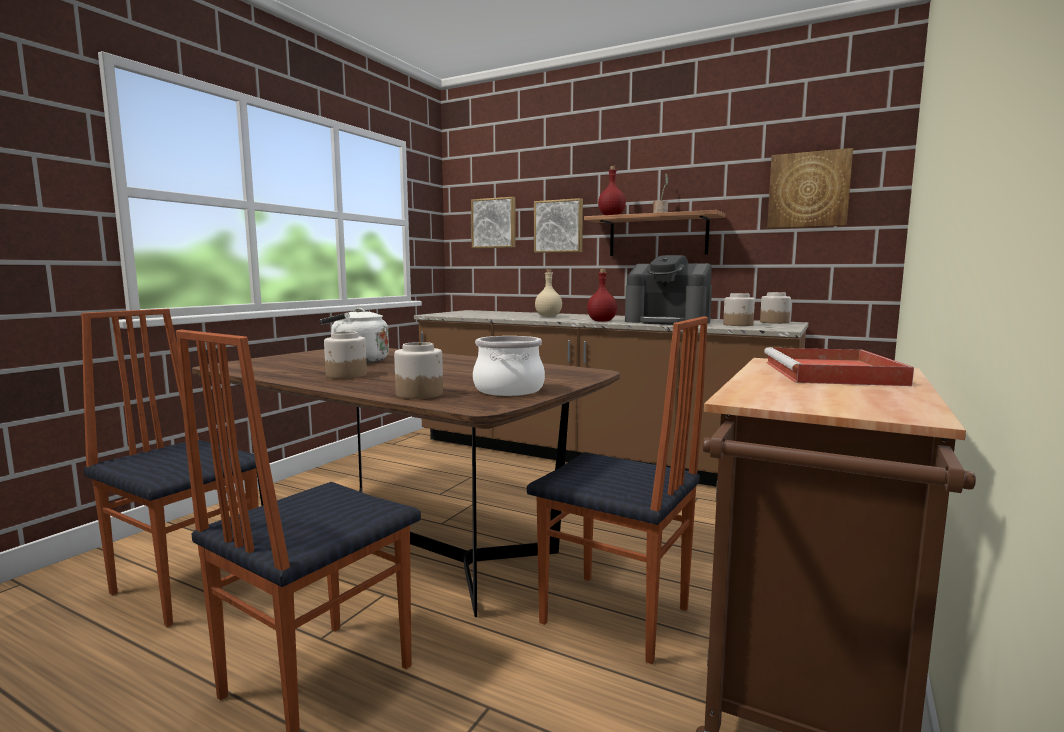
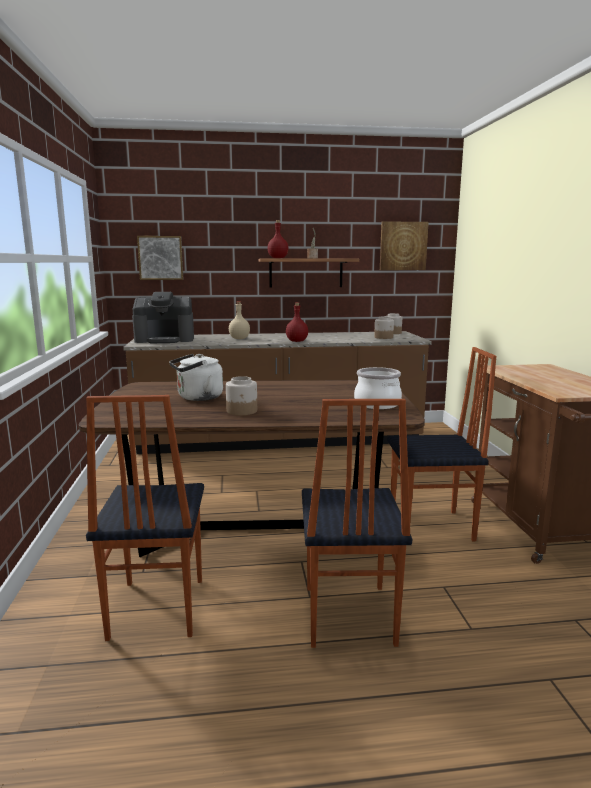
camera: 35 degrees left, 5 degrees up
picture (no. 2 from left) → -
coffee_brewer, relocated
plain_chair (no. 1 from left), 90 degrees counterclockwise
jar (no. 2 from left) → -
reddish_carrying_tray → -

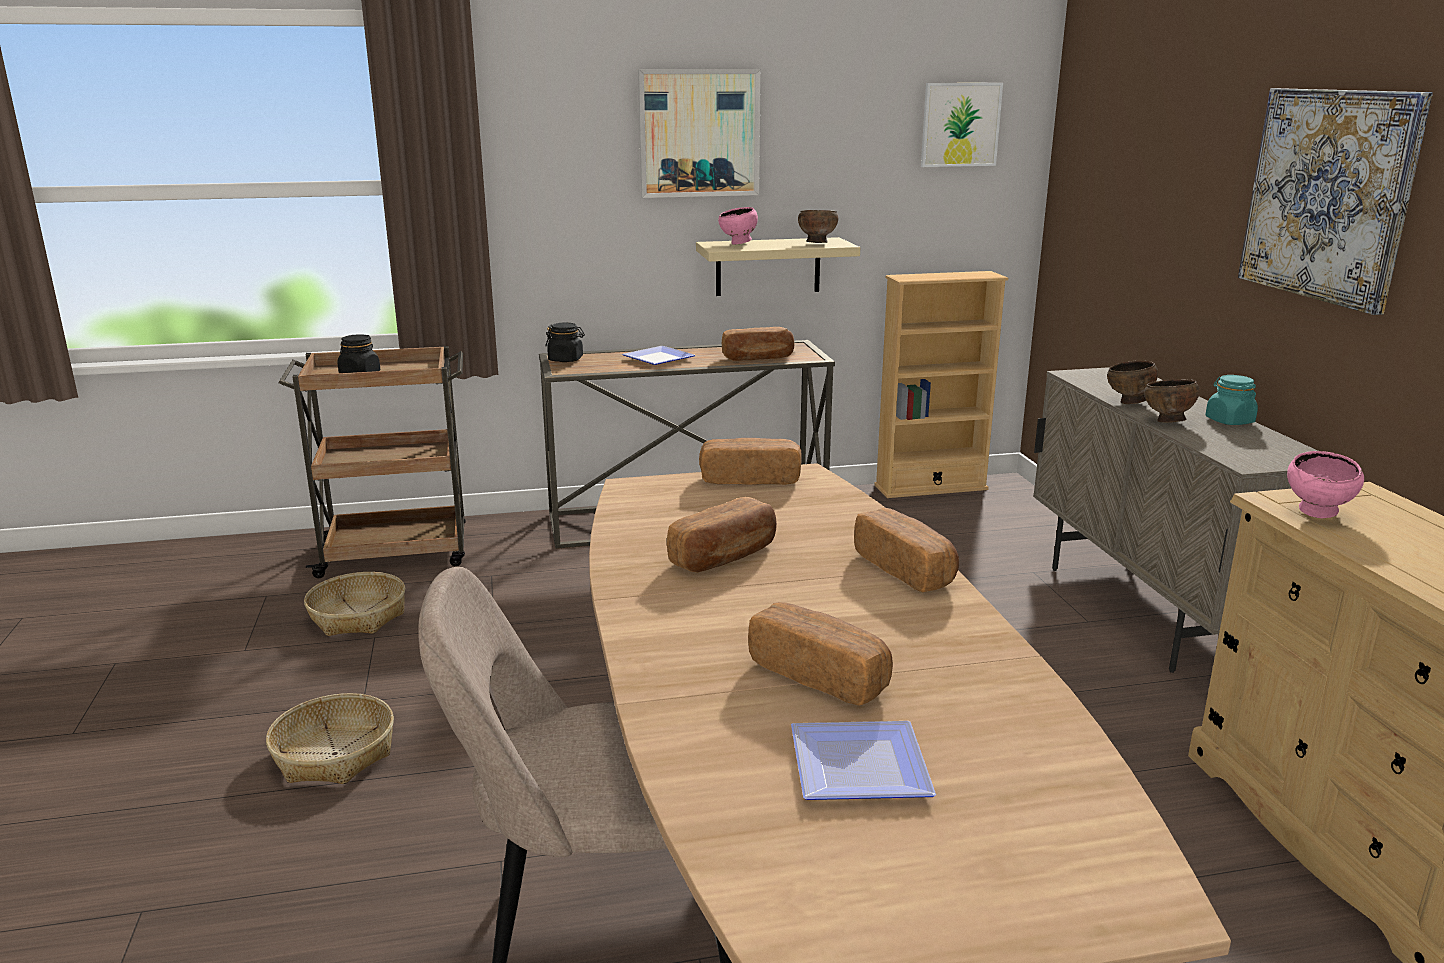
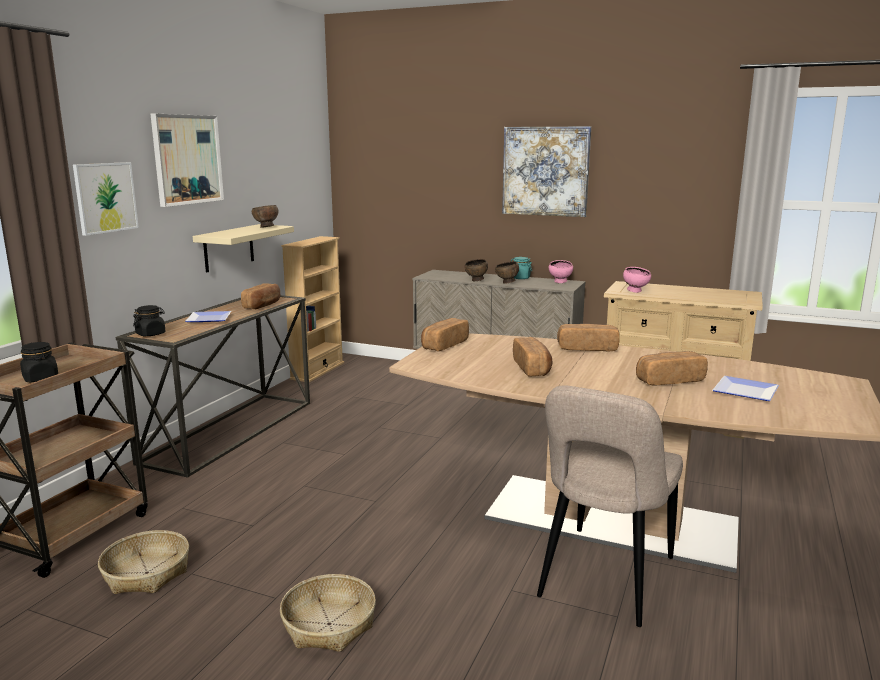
camera: 55 degrees left, 5 degrees down
picture (no. 2 from left in the first image) → picture (no. 1 from left), relocated
pinkish_deep_dish (no. 1 from left), relocated

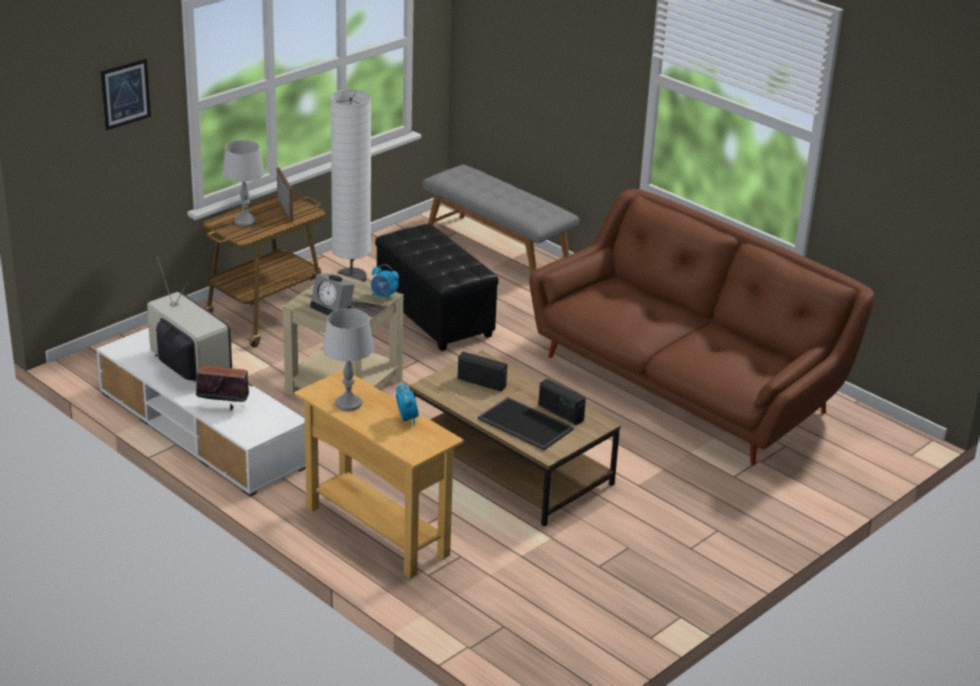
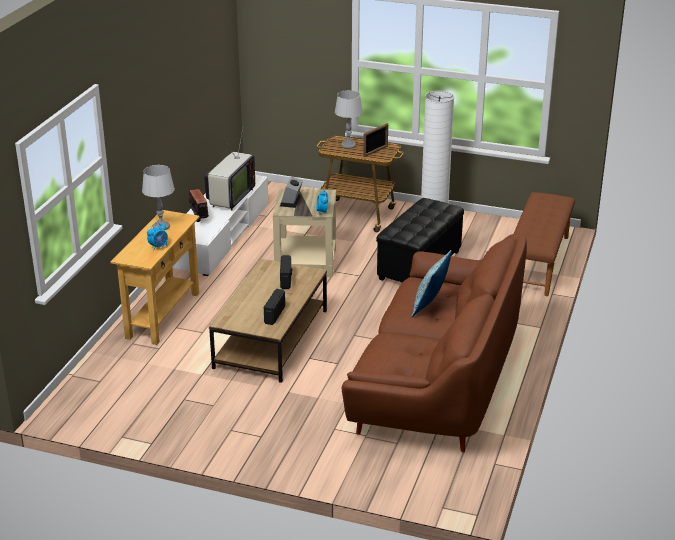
camera: 65 degrees right, 0 degrees up
picture → -
gray_bench → brown-coloured_bench
carrying_tray → -
- → pillow

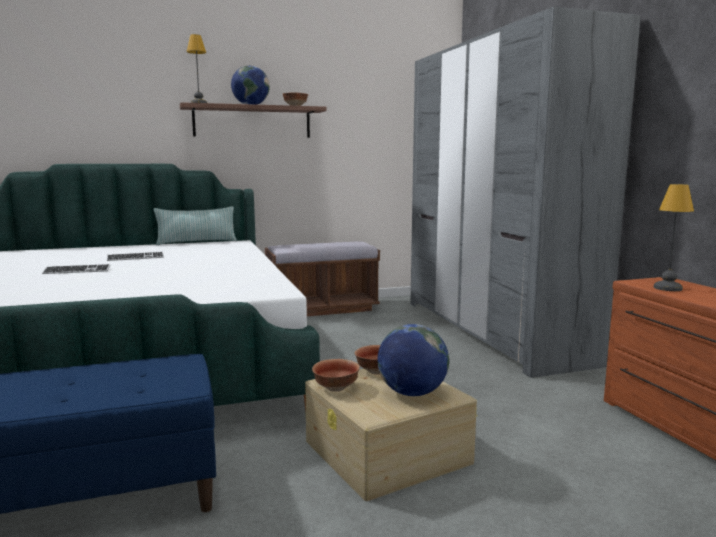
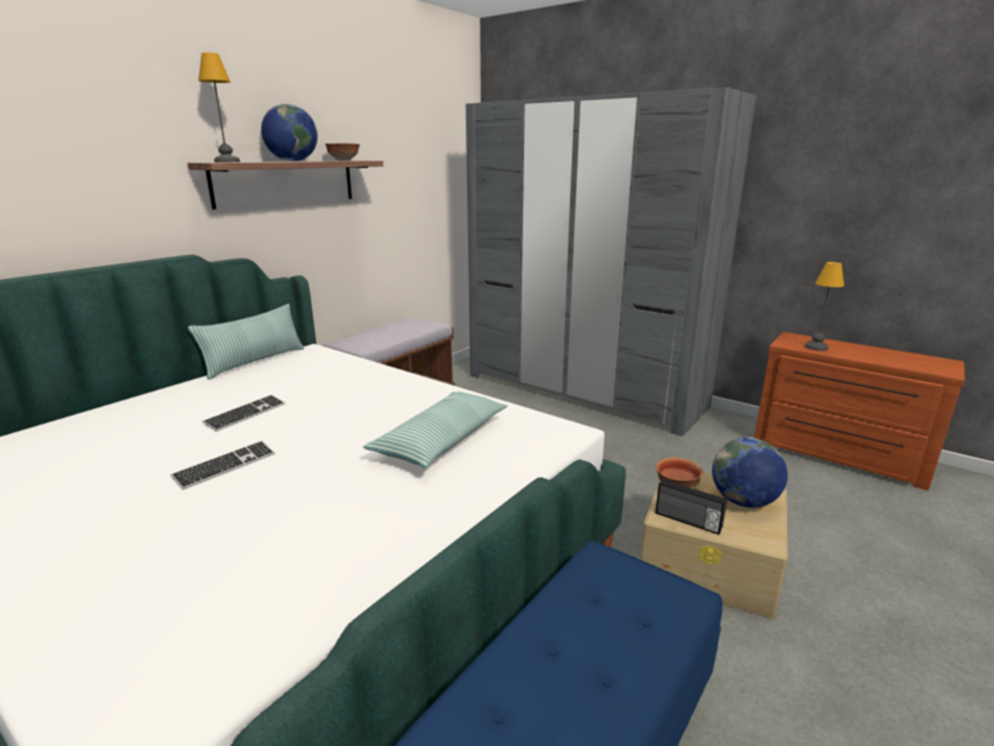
camera: 35 degrees left, 10 degrees up
deep_dish (no. 2 from left) → radio
- → pillow (no. 2 from left)

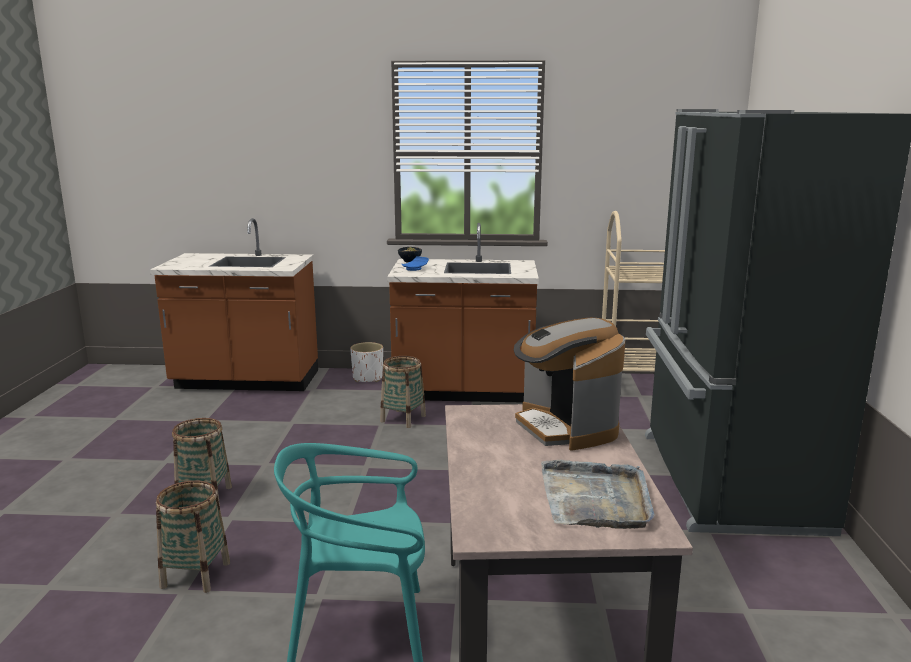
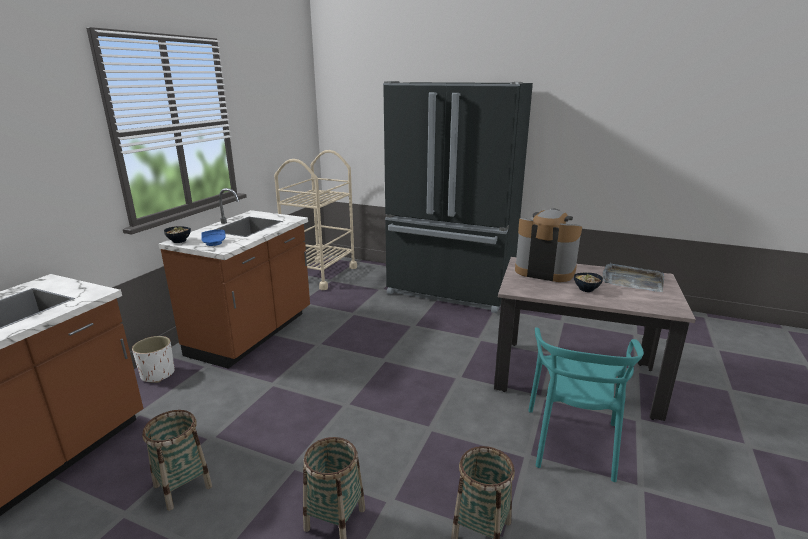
camera: 70 degrees left, 5 degrees up
coffee_brewer, 150 degrees counterclockwise
basket (no. 3 from left in the first image) → basket (no. 1 from left), relocated
- → deep_dish (no. 2 from left)

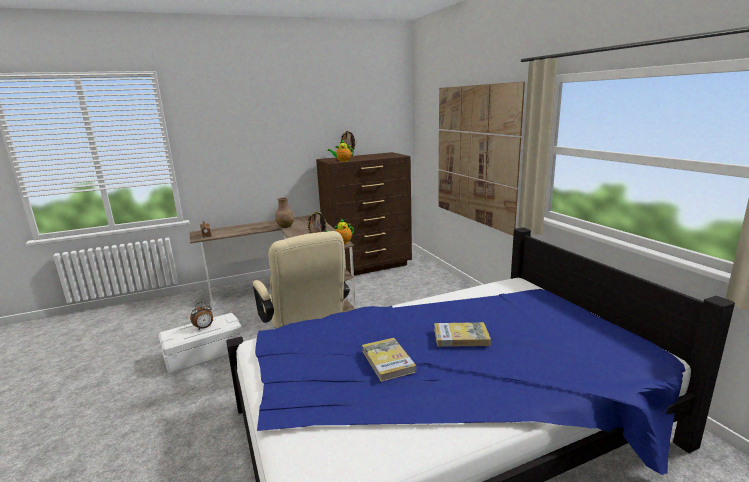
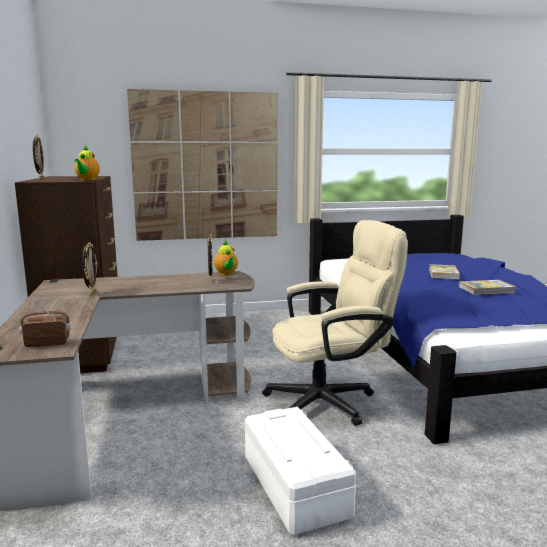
camera: 80 degrees left, 5 degrees down
brown-coloured_vase → picture_frame (no. 2 from left)
bedside_clock → -

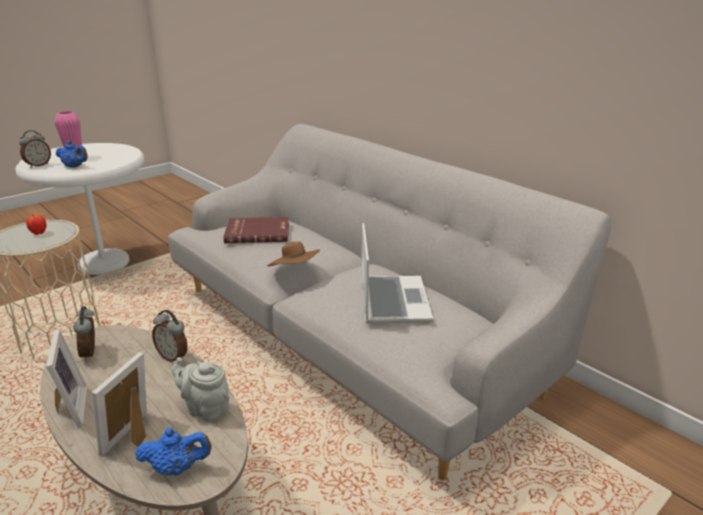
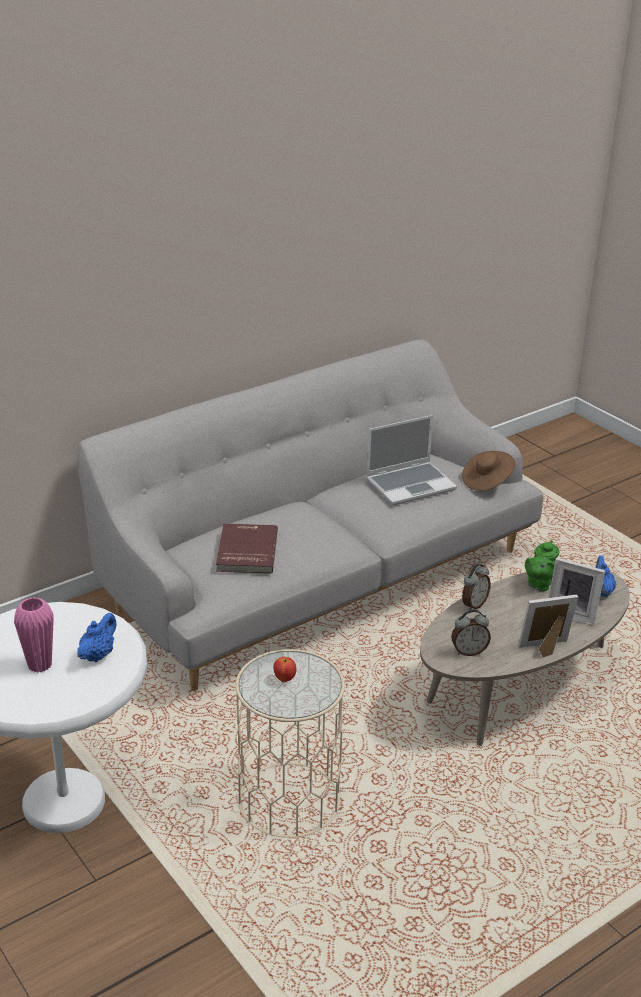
camera: 85 degrees left, 5 degrees up
bedside_clock (no. 1 from left) → -
laptop, 150 degrees clockwise
brown-coloured_wearable_hat, relocated
gray_teapot → green_teapot

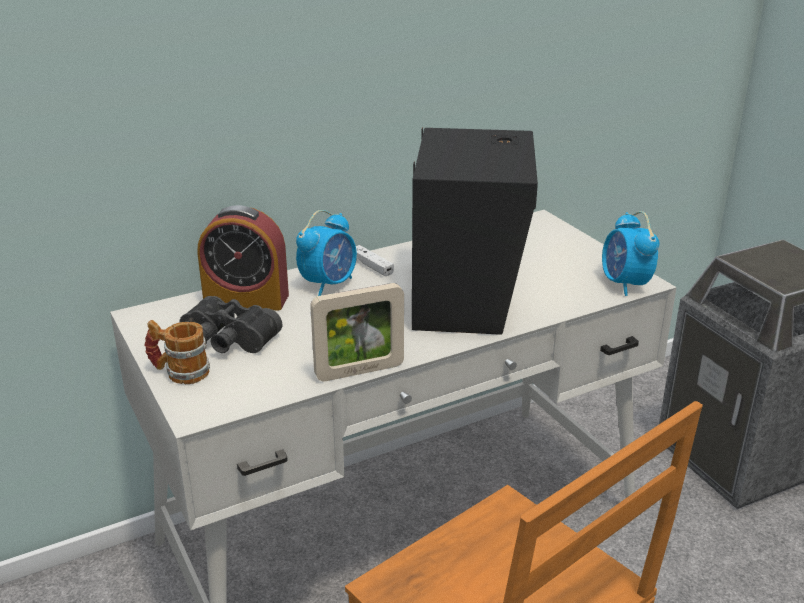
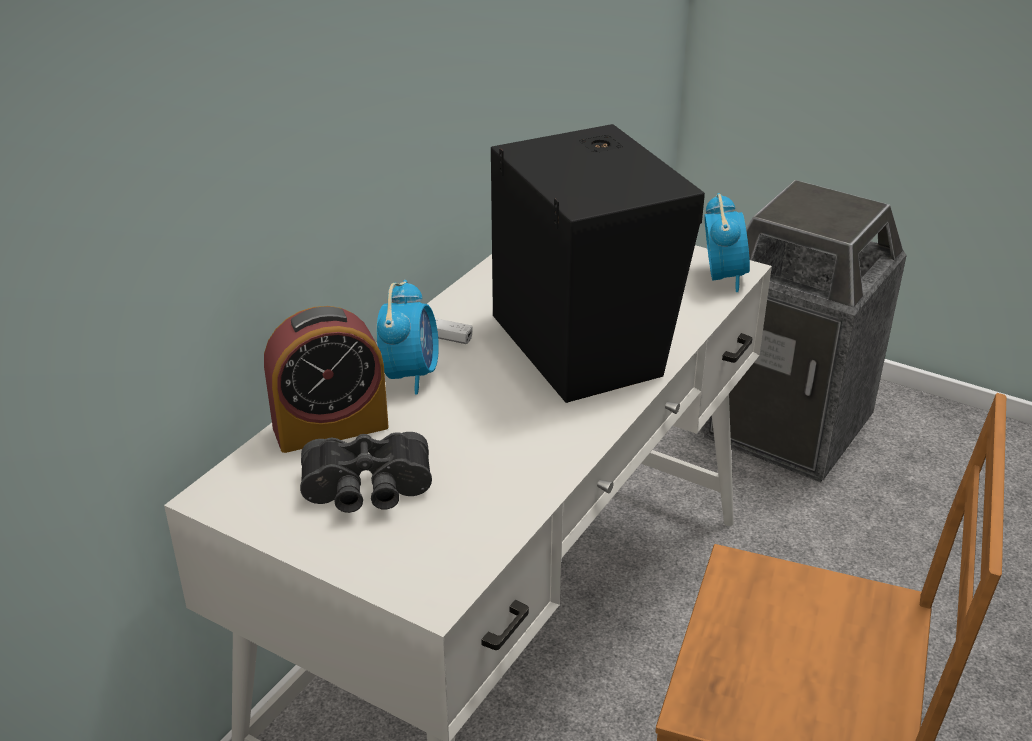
camera: 30 degrees left, 5 degrees up
bedside_clock (no. 3 from left), 135 degrees counterclockwise
picture_frame → -
coffee_mug → -

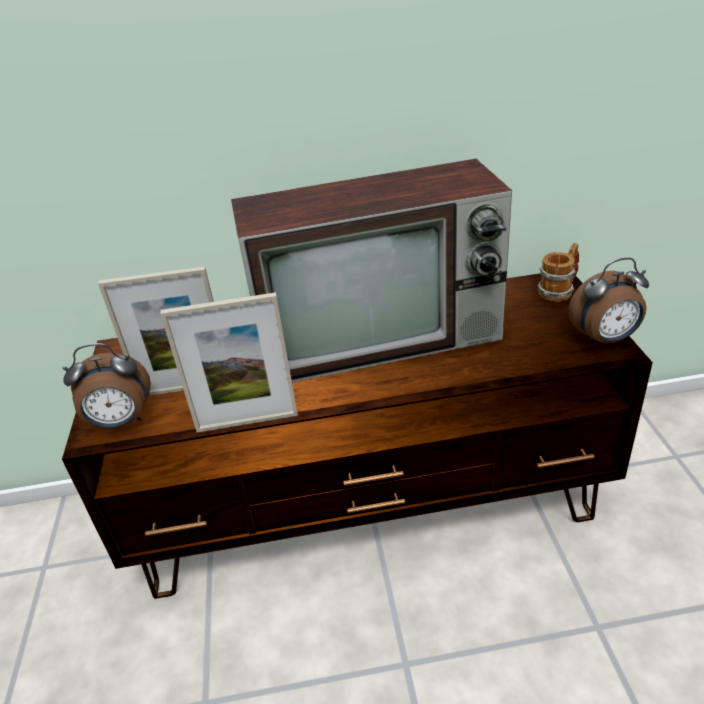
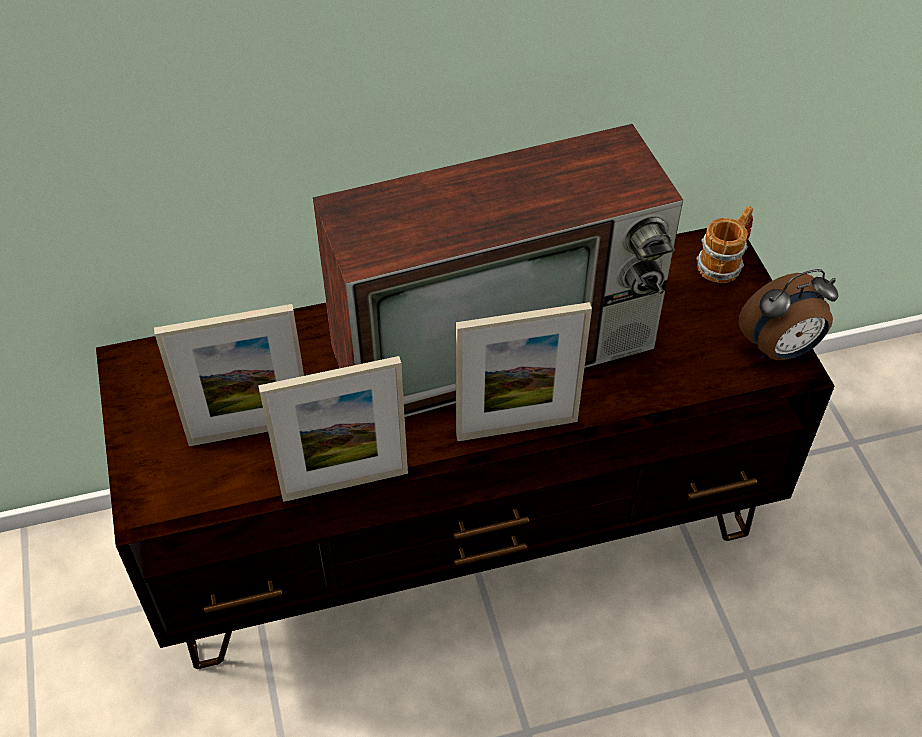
camera: 10 degrees left, 15 degrees up
bedside_clock (no. 1 from left) → -
- → picture_frame (no. 3 from left)

